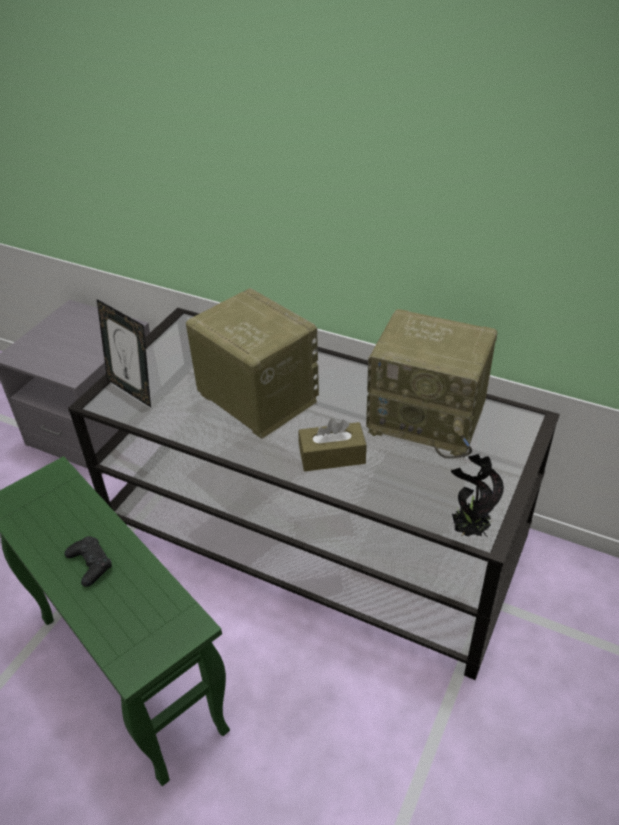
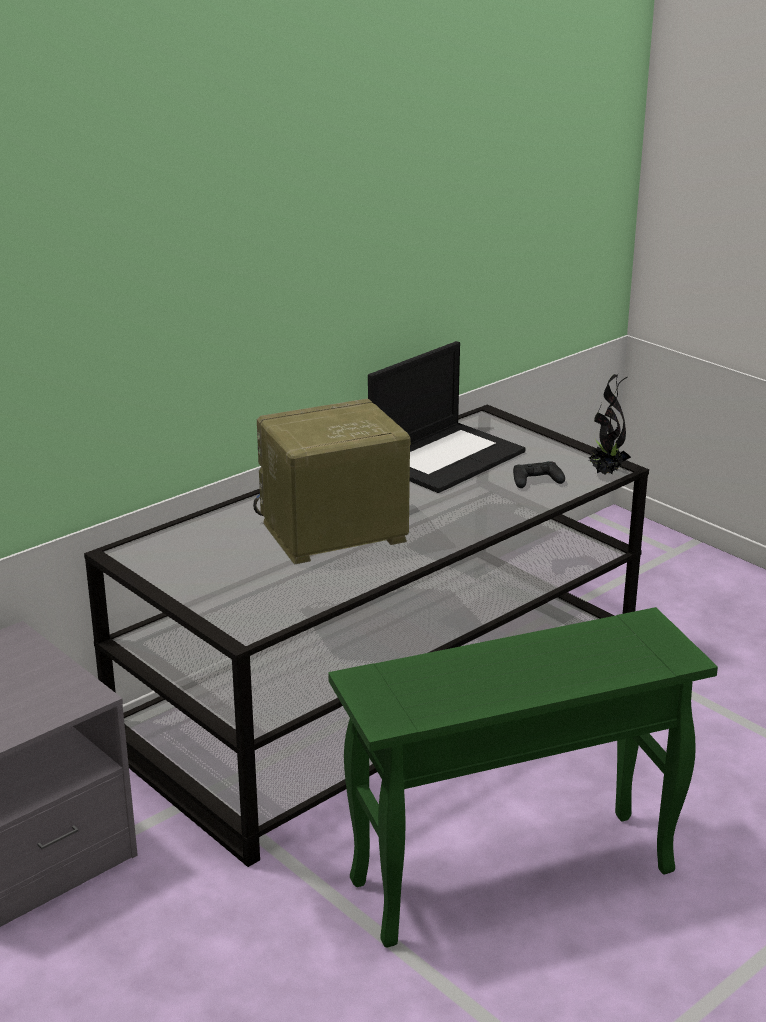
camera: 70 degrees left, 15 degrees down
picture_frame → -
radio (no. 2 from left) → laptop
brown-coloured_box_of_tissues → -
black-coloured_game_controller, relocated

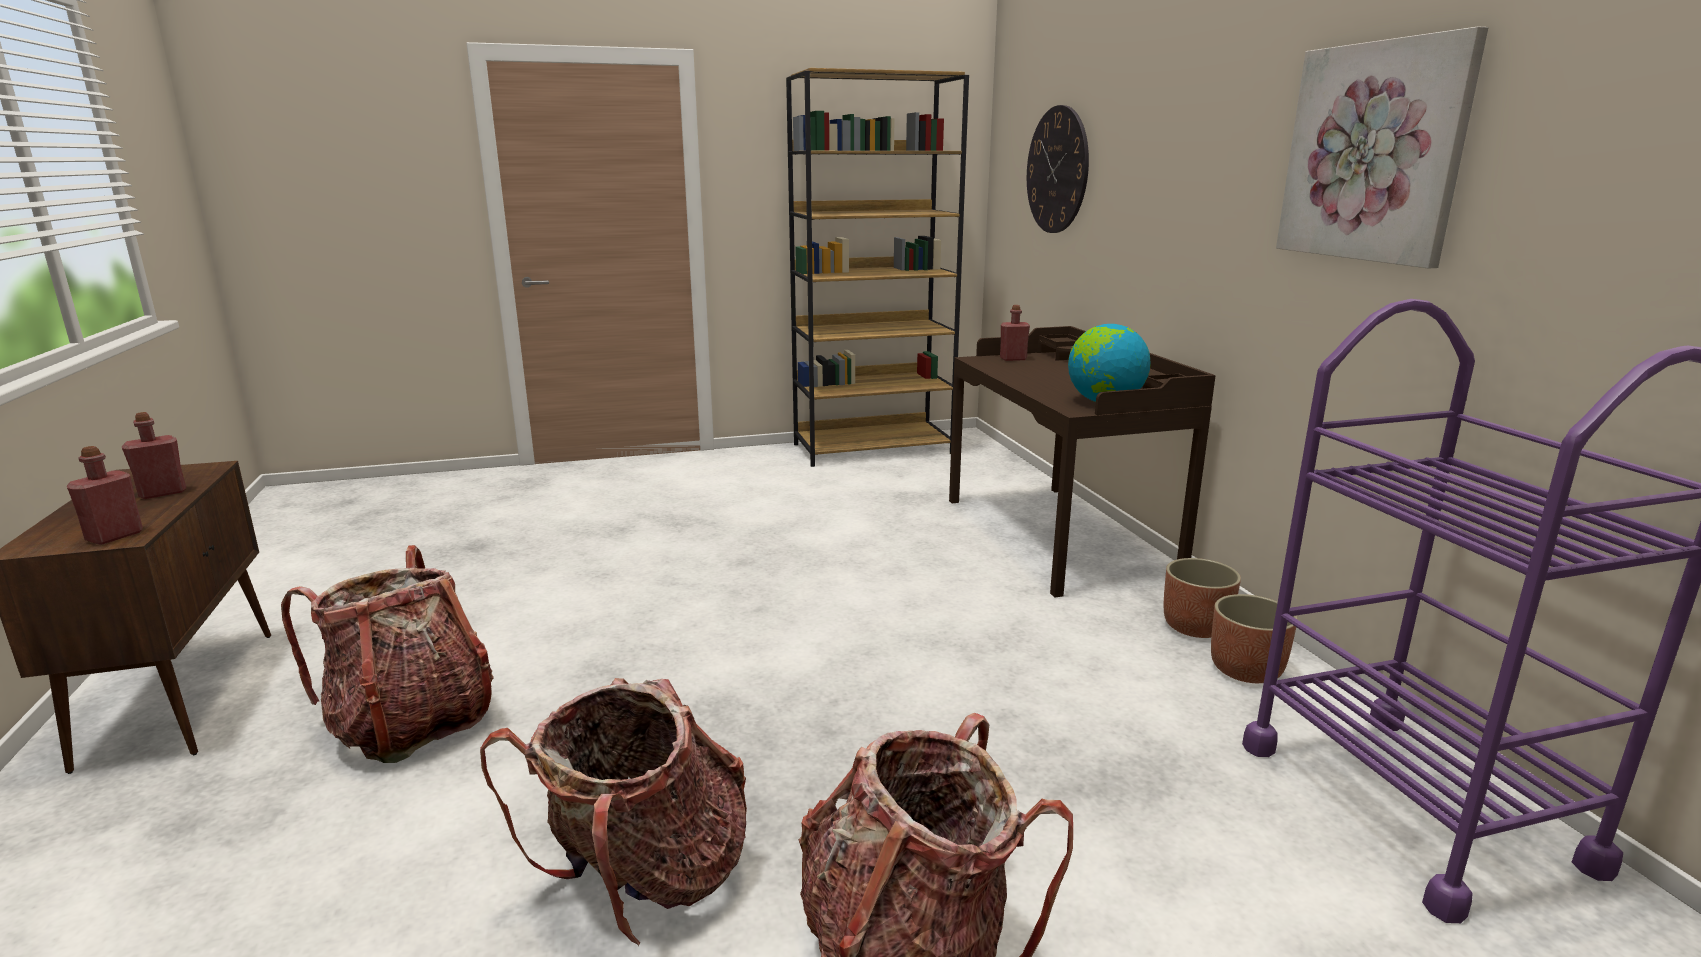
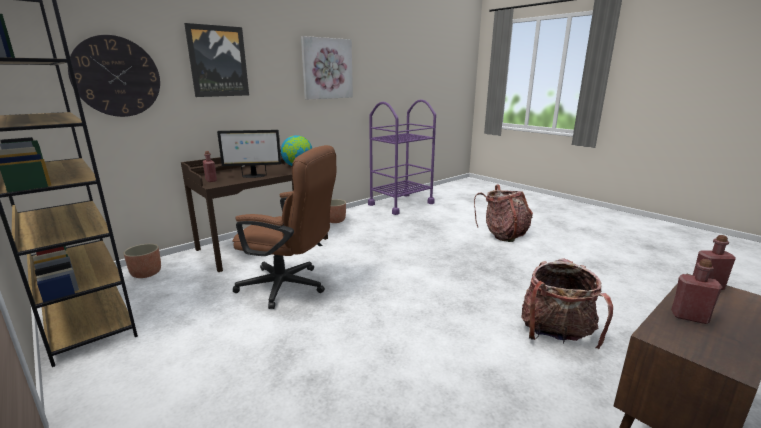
camera: 115 degrees left, 0 degrees up
flower_pot (no. 2 from left in the first image) → flower_pot (no. 1 from left), relocated
rucksack (no. 2 from left) → -
- → picture (no. 1 from left)
- → computer_display
- → brown-coloured_office_chair

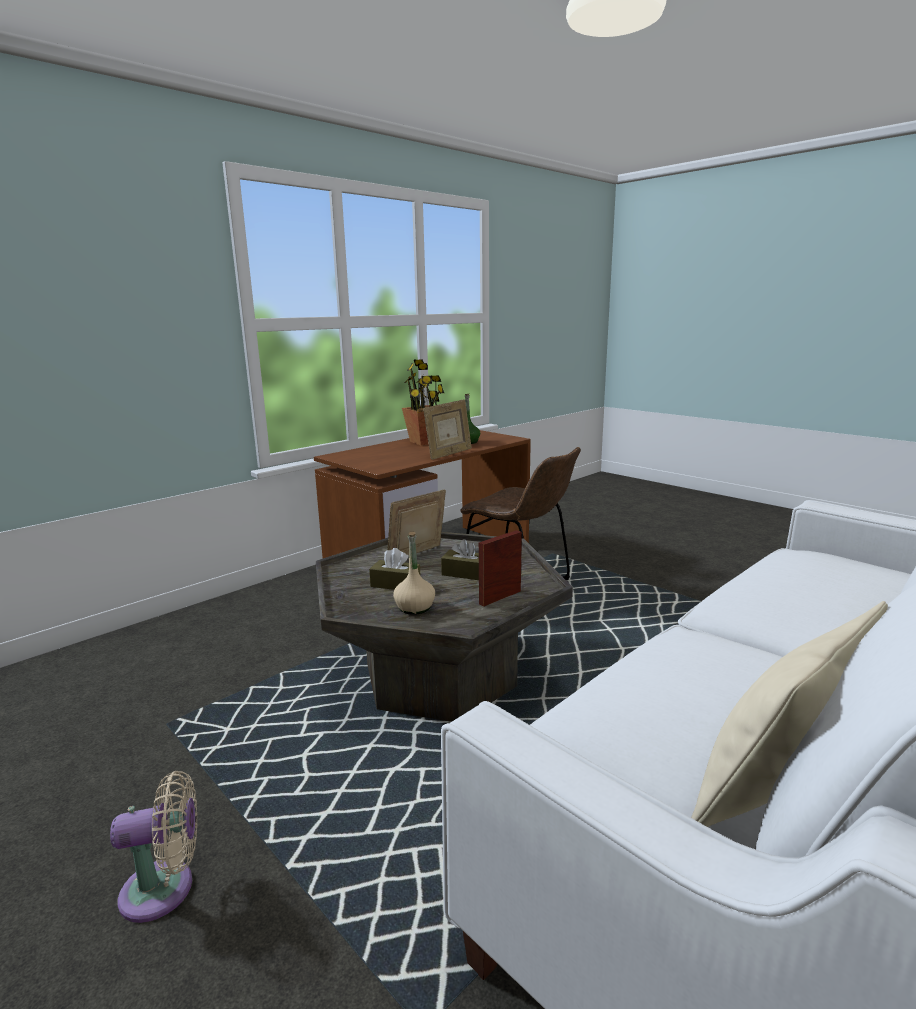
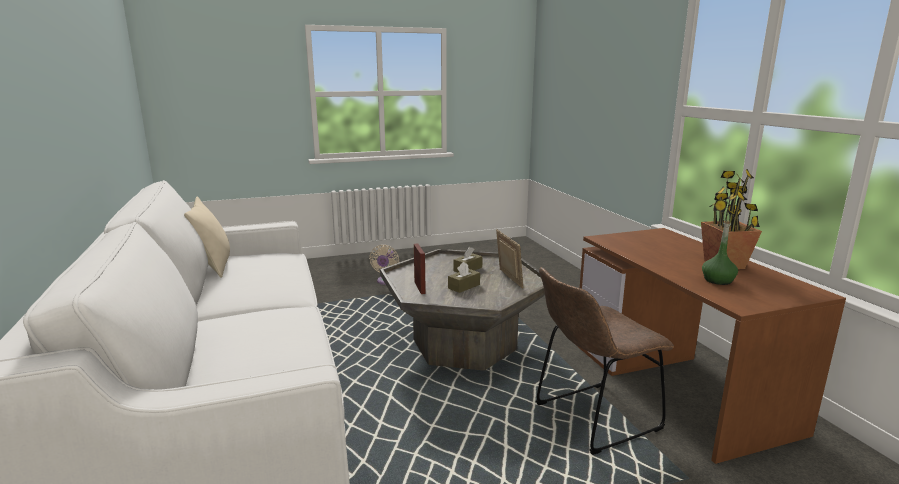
camera: 115 degrees right, 0 degrees up
picture_frame (no. 2 from left) → -
beige-coloured_drink_bottle → -

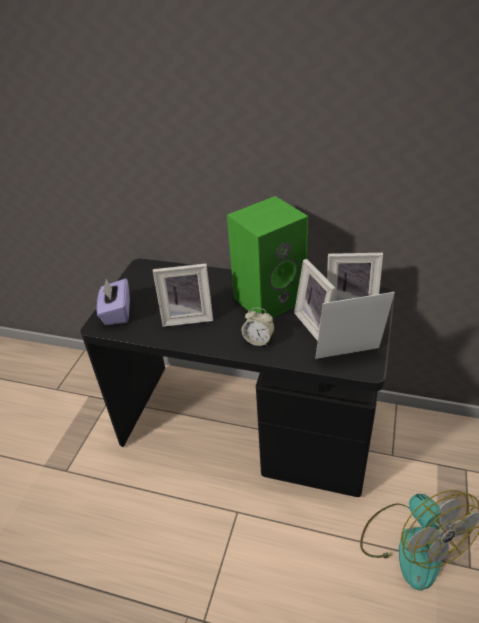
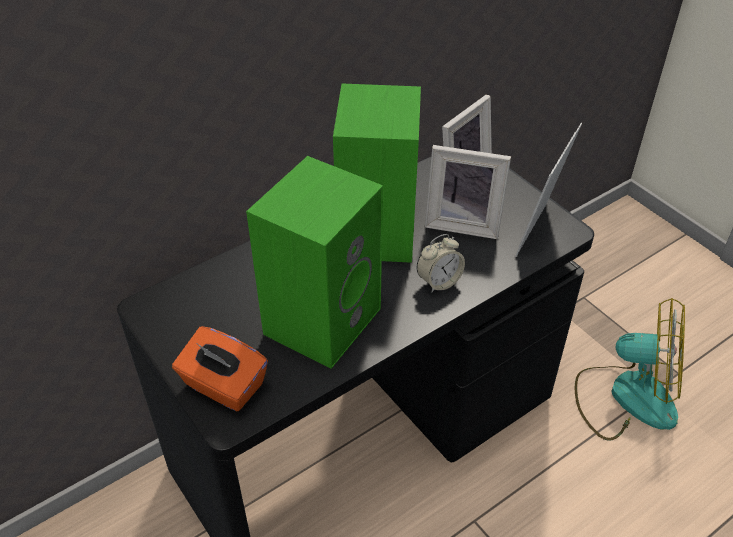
camera: 55 degrees left, 5 degrees up
picture_frame (no. 1 from left) → green_loudspeaker (no. 1 from left)
purplish_box_of_tissues → orange-coloured_box_of_tissues

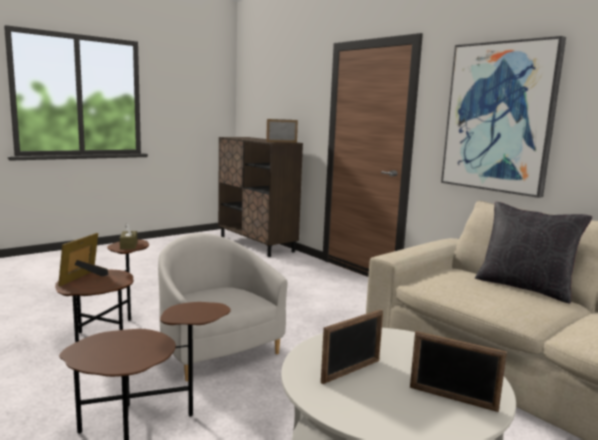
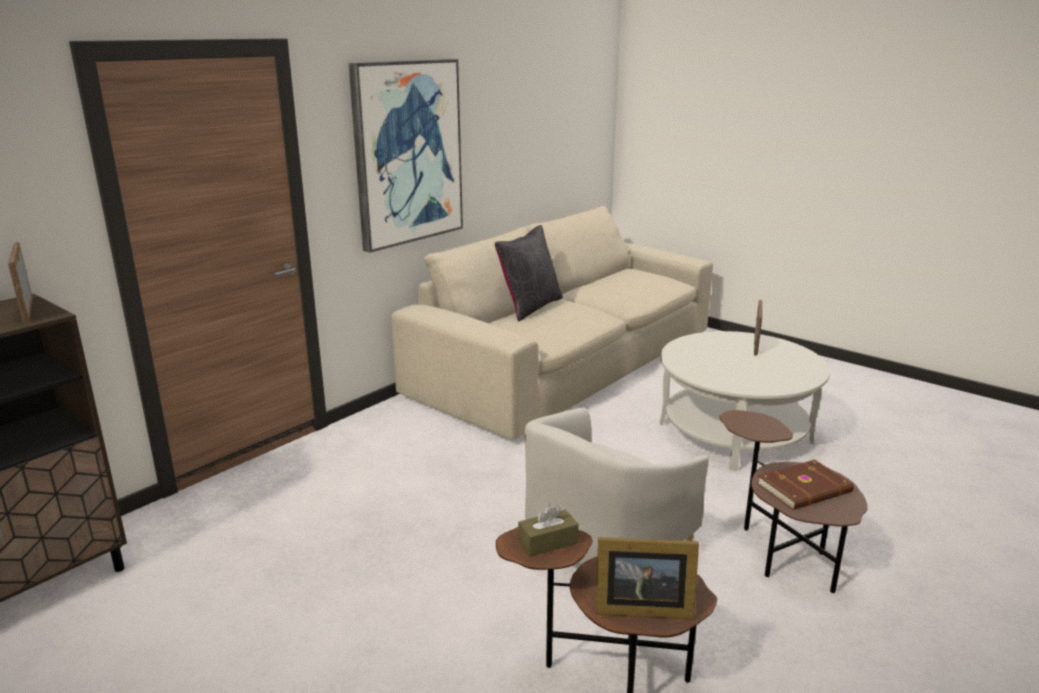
camera: 100 degrees left, 10 degrees up
picture_frame (no. 3 from left) → -
- → brown-coloured_book

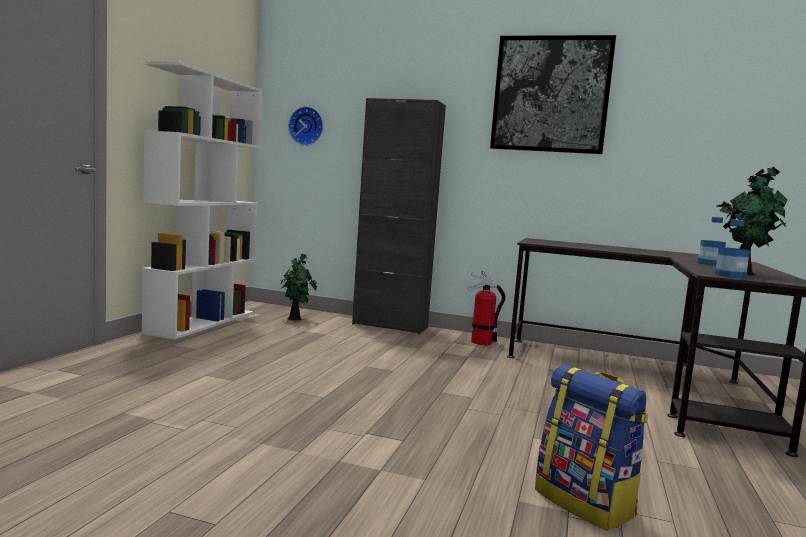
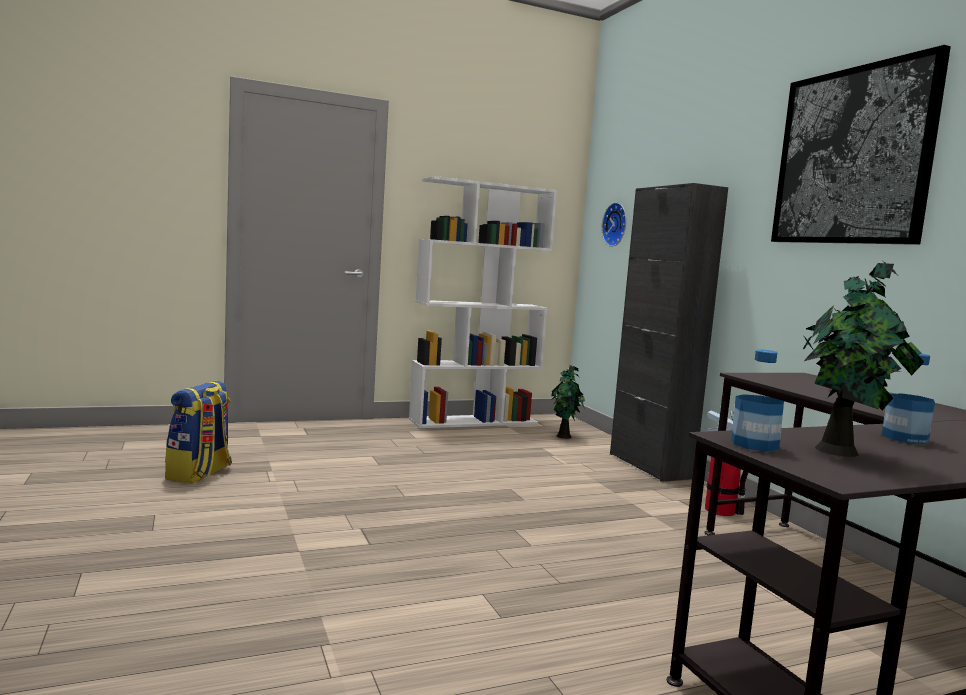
camera: 50 degrees right, 0 degrees up
rucksack, relocated

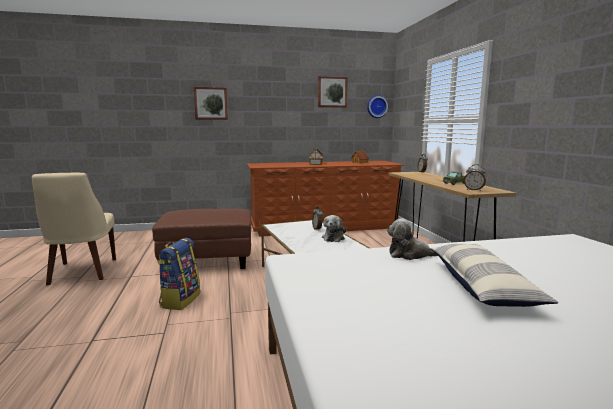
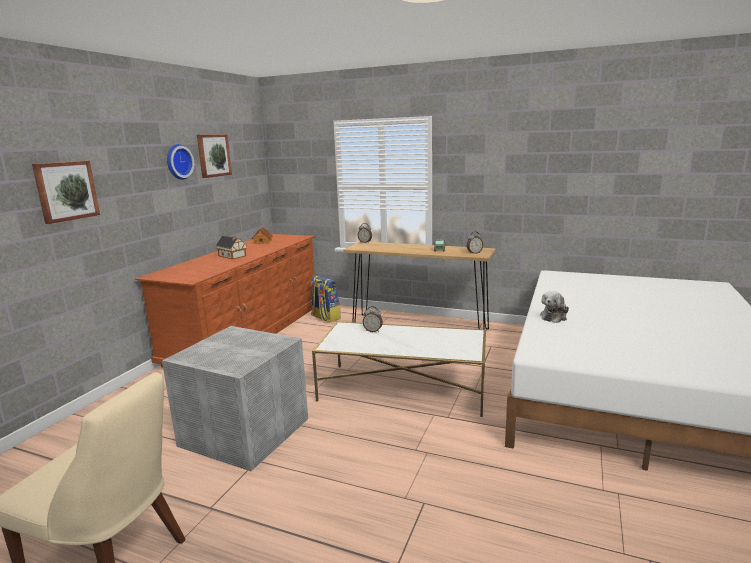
camera: 55 degrees left, 5 degrees up
wall_clock, relocated
brown-coloured_pouffe → gray_storage_container
cuddly_toy (no. 1 from left) → -
rucksack, relocated
pillow → -

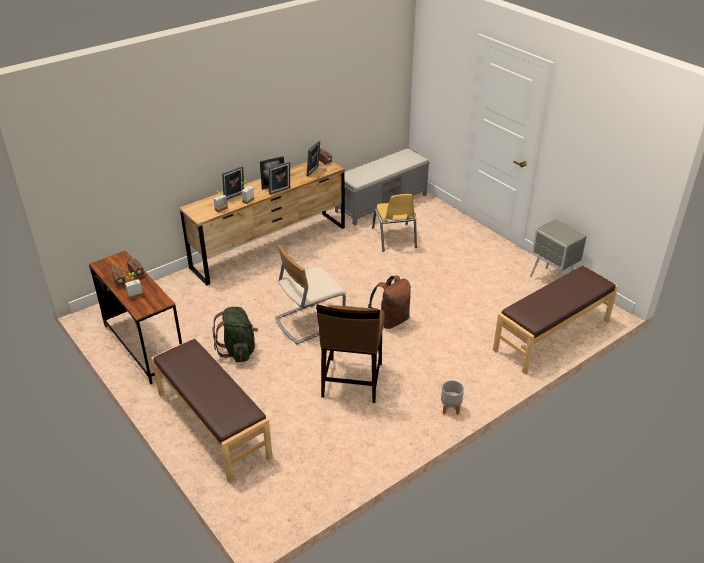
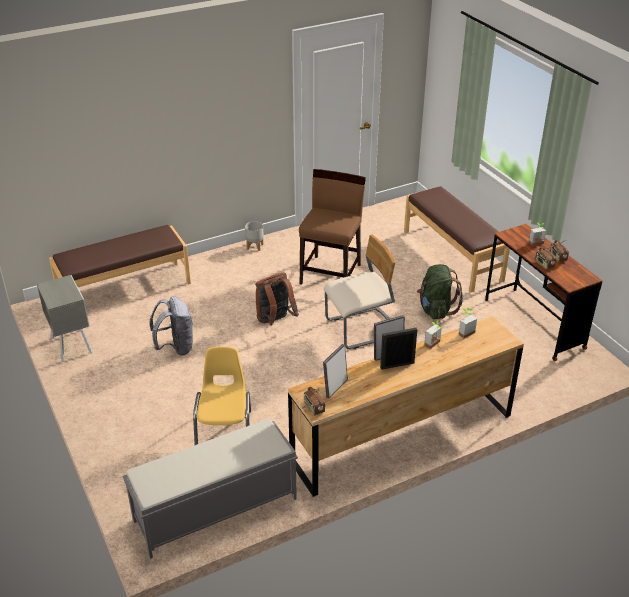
camera: 170 degrees left, 0 degrees up
picture_frame (no. 1 from left) → -
- → gray_rucksack

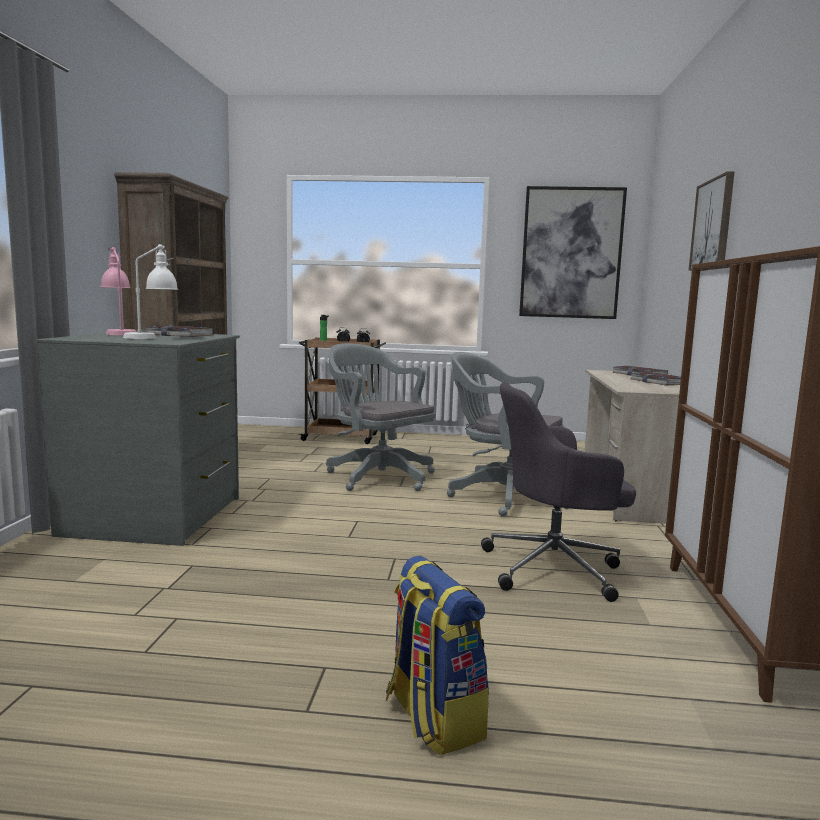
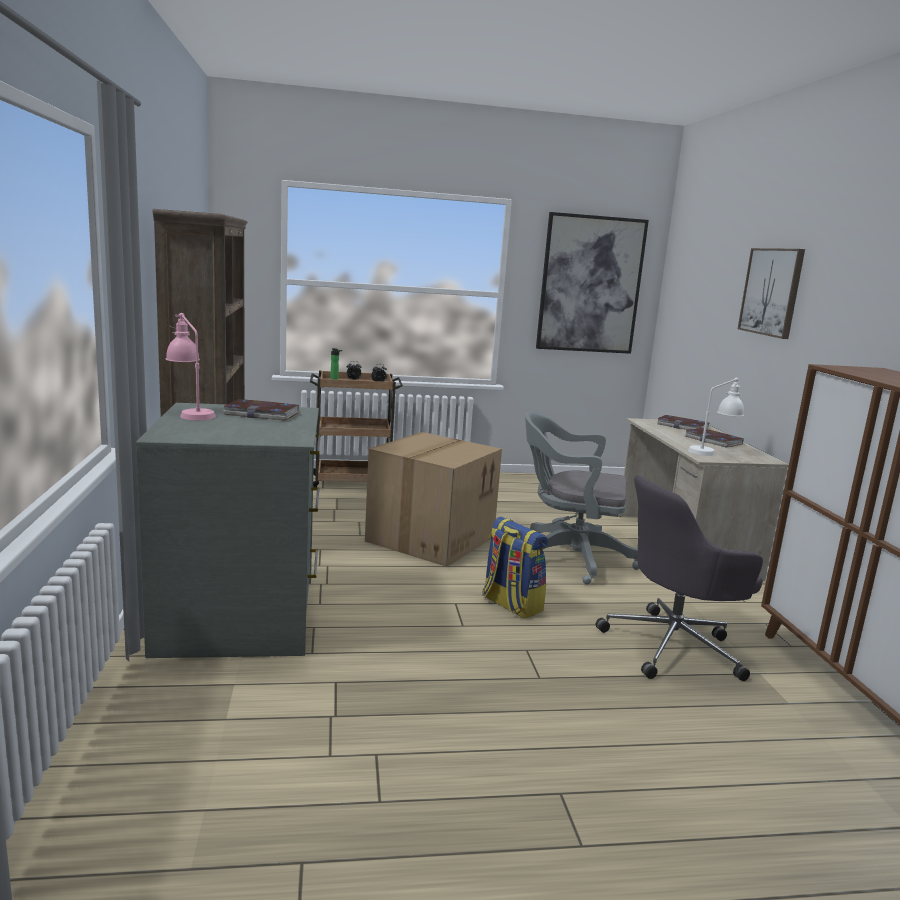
camera: 15 degrees left, 5 degrees up
whitish_tabletop_lamp, relocated
gray_office_chair (no. 1 from left) → cardboard_box
rucksack, relocated

